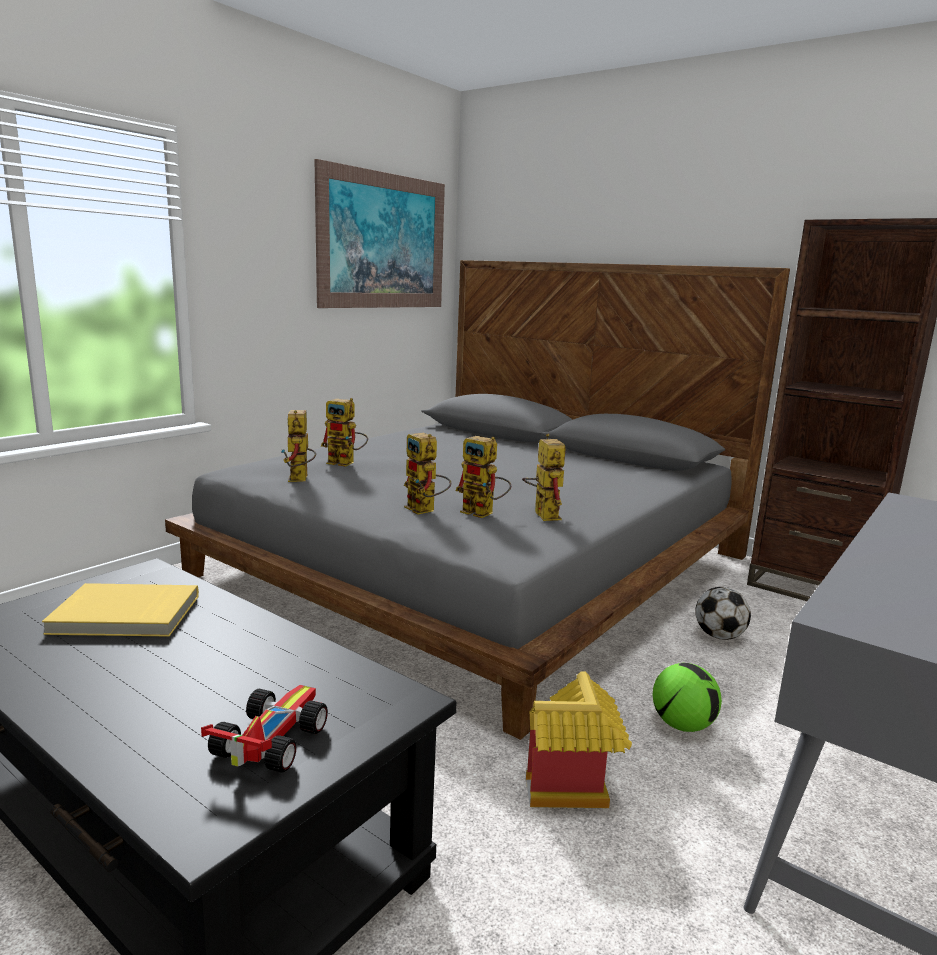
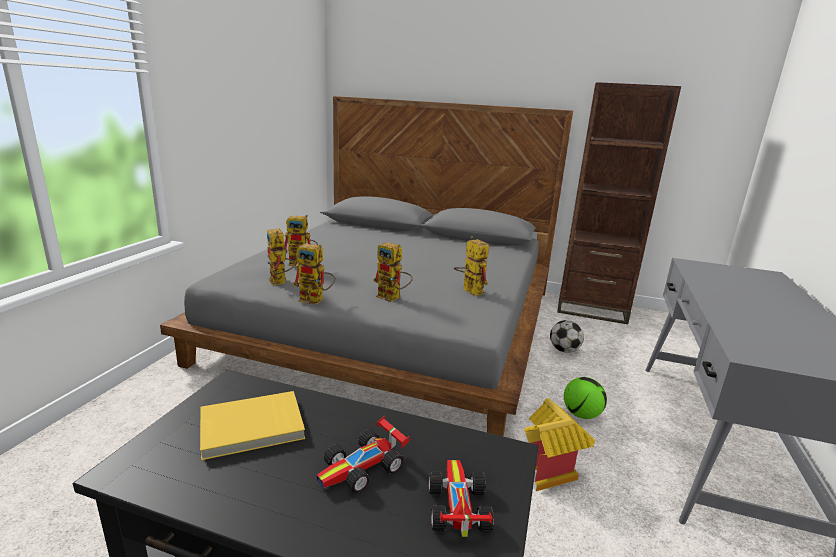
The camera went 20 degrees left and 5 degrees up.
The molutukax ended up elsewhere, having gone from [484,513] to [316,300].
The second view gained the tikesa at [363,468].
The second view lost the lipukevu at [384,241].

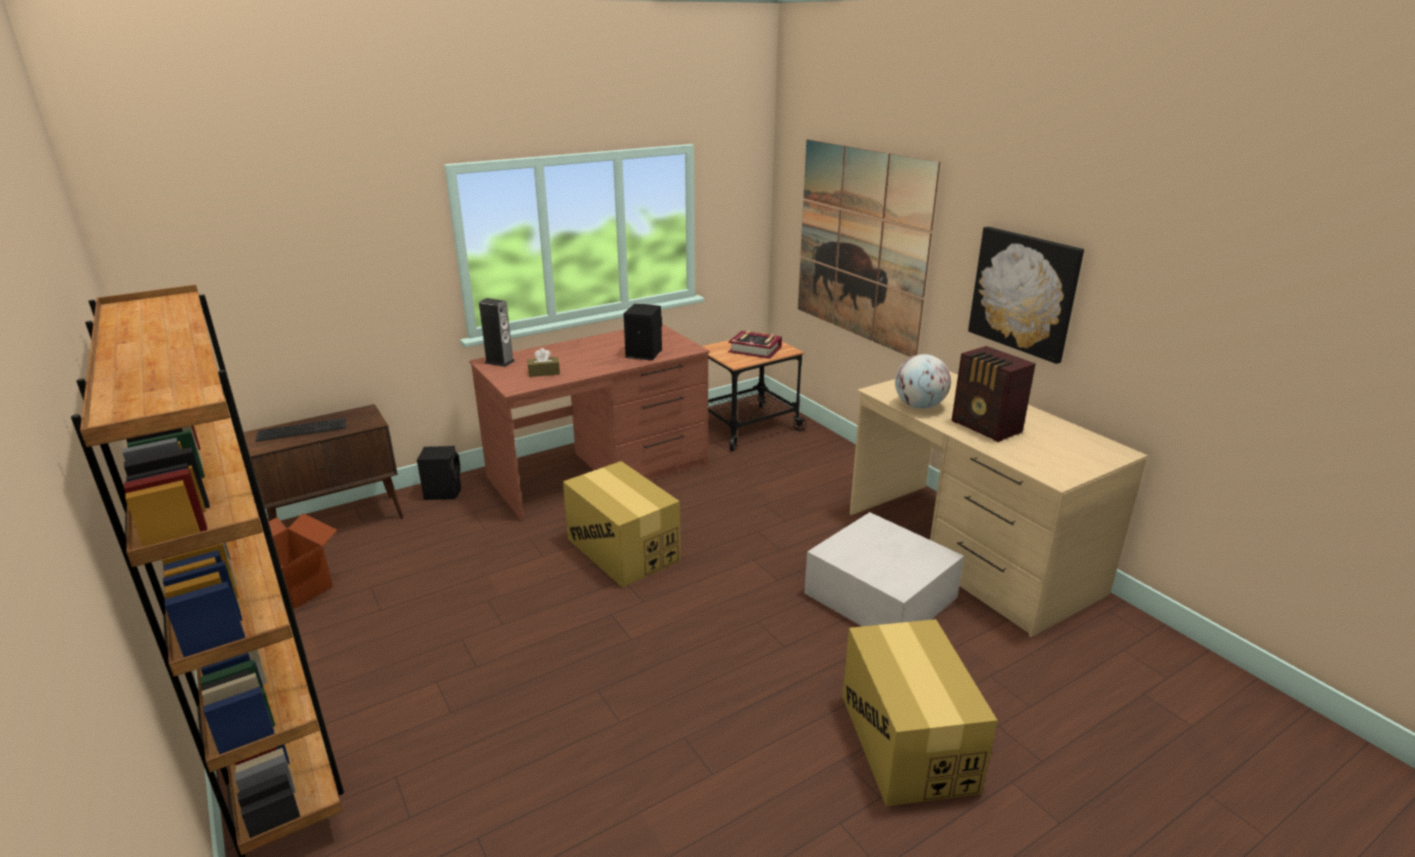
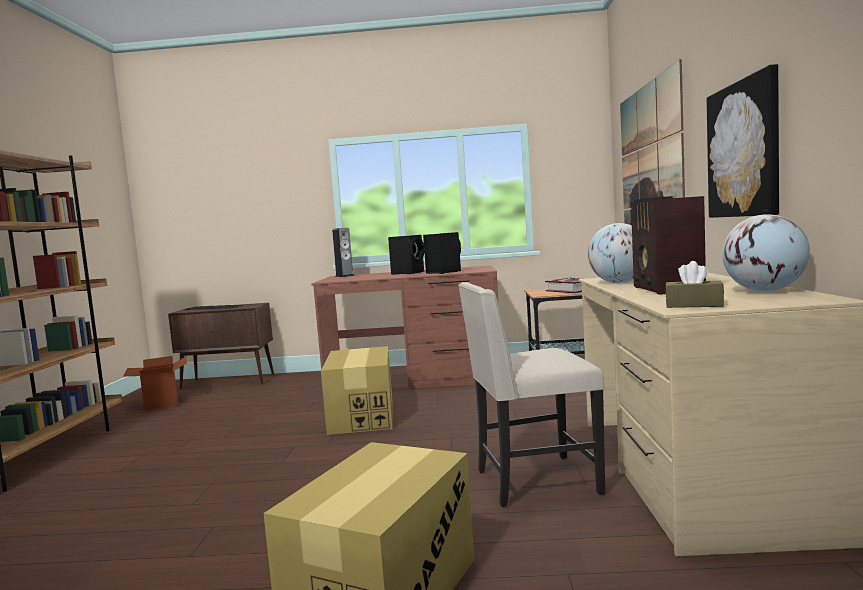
The camera went 35 degrees right and 20 degrees down.
The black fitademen ended up elsewhere, having gone from [443,492] to [408,273].
Where the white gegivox stood at [880,595], the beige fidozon came to stand at [534,482].
The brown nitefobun ended up elsewhere, having gone from [544,372] to [694,305].
The second view gained the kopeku at [765,291].

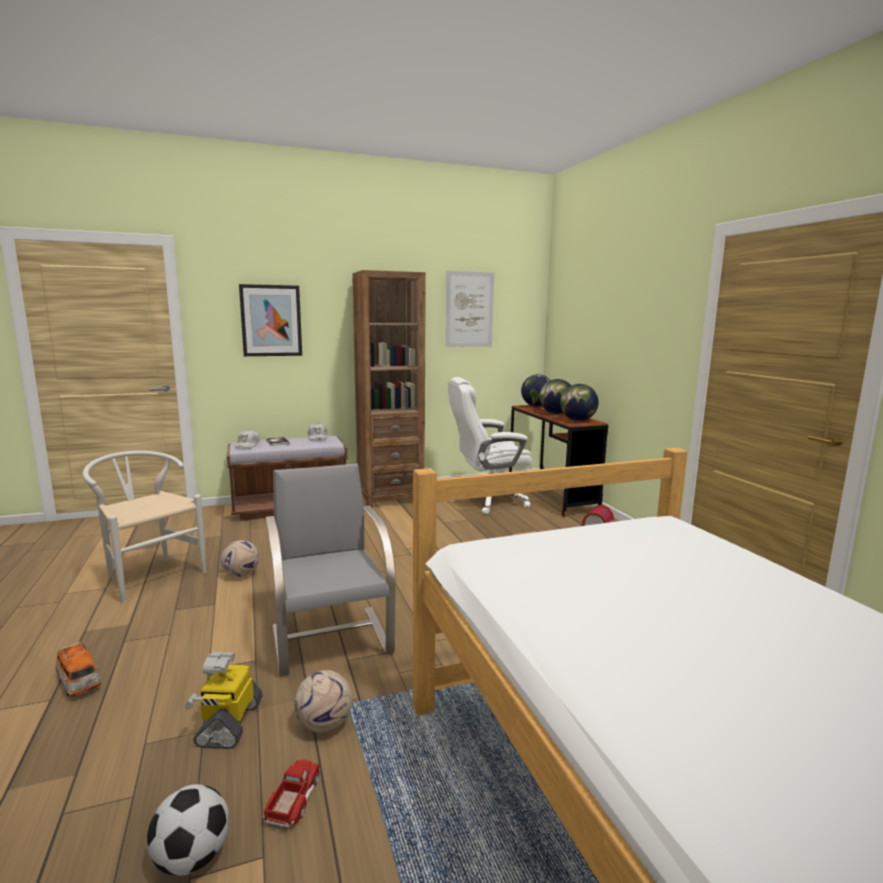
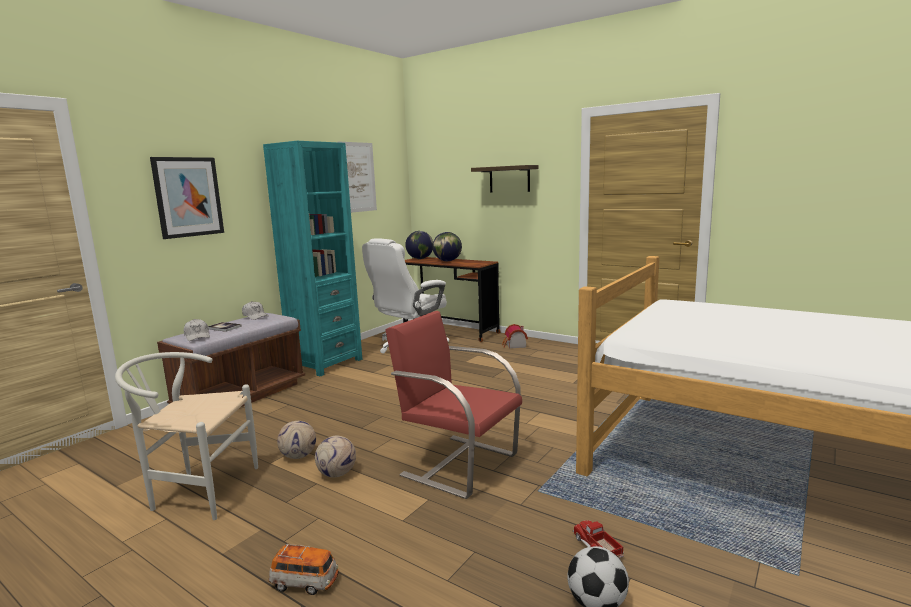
The camera went 35 degrees left and 0 degrees up.
What was the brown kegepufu at [390,497] turned into the turquoise kegepufu at [325,363].
The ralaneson ended up elsewhere, having gone from [325,724] to [337,474].
What was the grey fidozon at [331,638] turned into the red fidozon at [458,464].
The second view gained the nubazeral at [509,179].
The second view lost the molutukax at [229,723].
The second view lost the kopeku at [578,420].

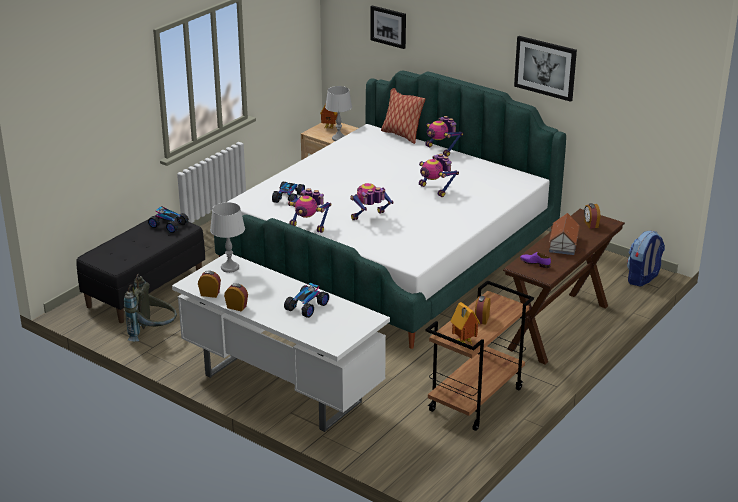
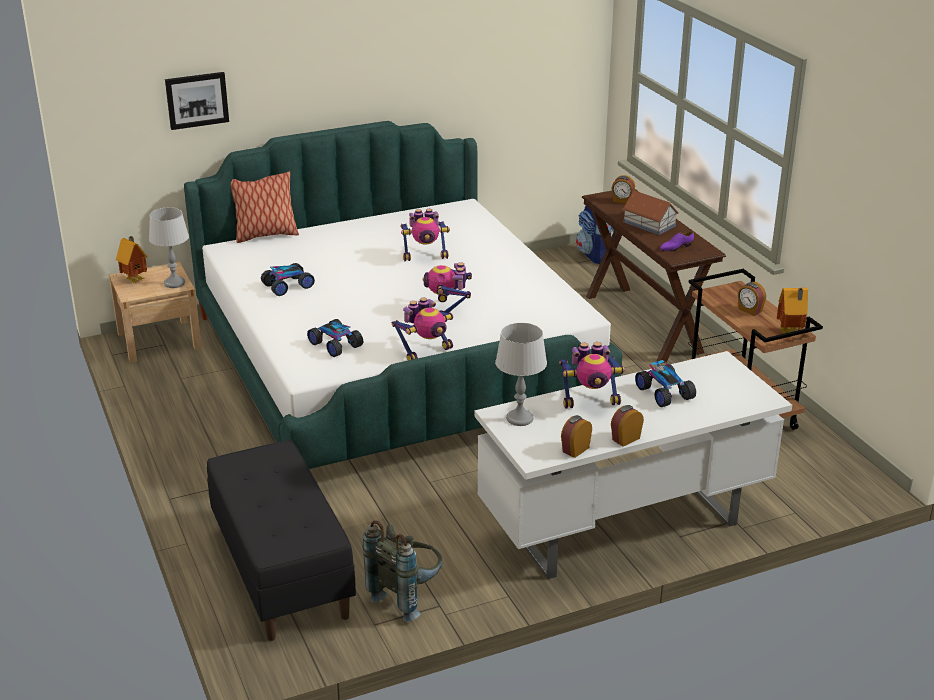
The camera went 60 degrees left and 0 degrees up.
The tikesa ended up elsewhere, having gone from [168,225] to [288,286].
The molutukax ended up elsewhere, having gone from [441,150] to [590,401].
The second view lost the lipukevu at [545,67].

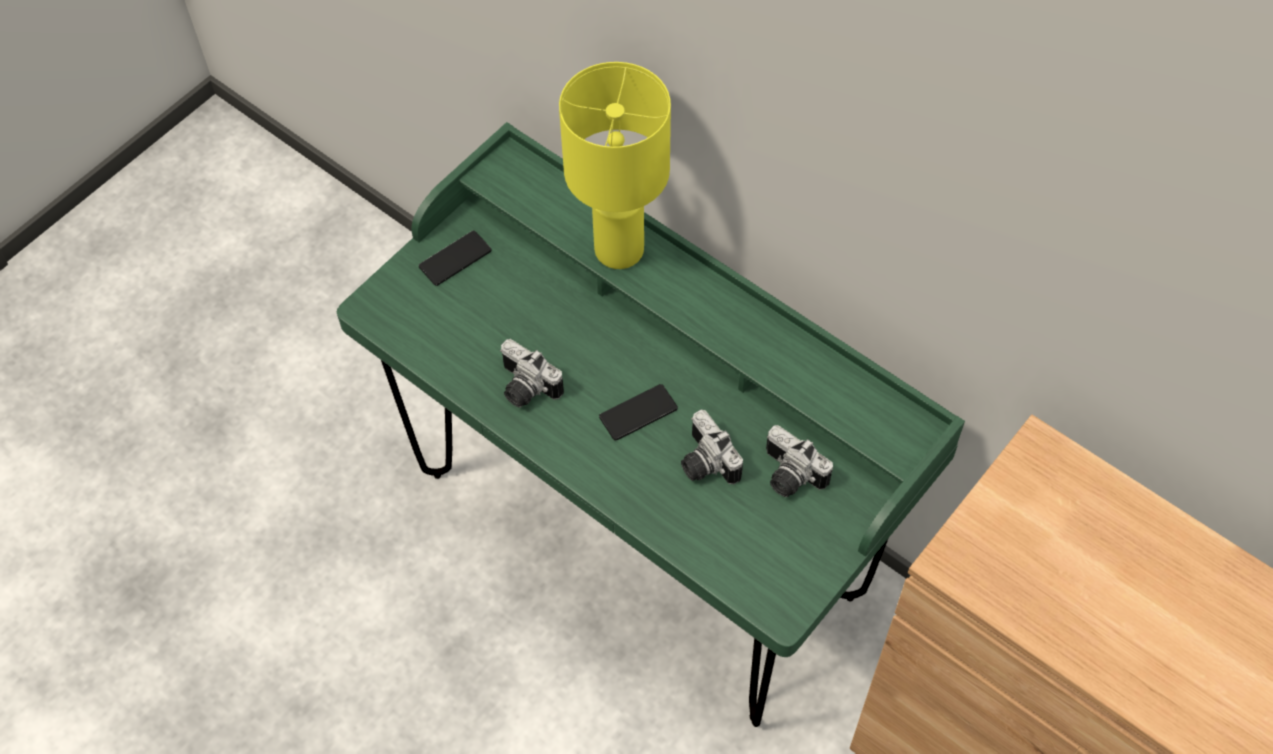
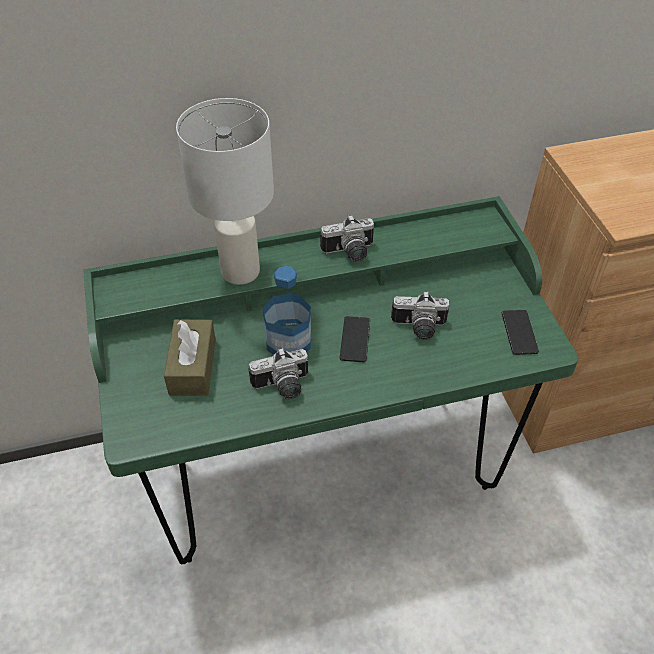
The camera went 55 degrees left and 10 degrees down.
The second view gained the brown nitefobun at [193,367].
What was the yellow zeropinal at [620,250] turned into the white zeropinal at [242,271].
The second view gained the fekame at [288,342].
The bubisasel ended up elsewhere, having gone from [788,476] to [349,253].
The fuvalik ended up elsewhere, having gone from [455,259] to [519,332].

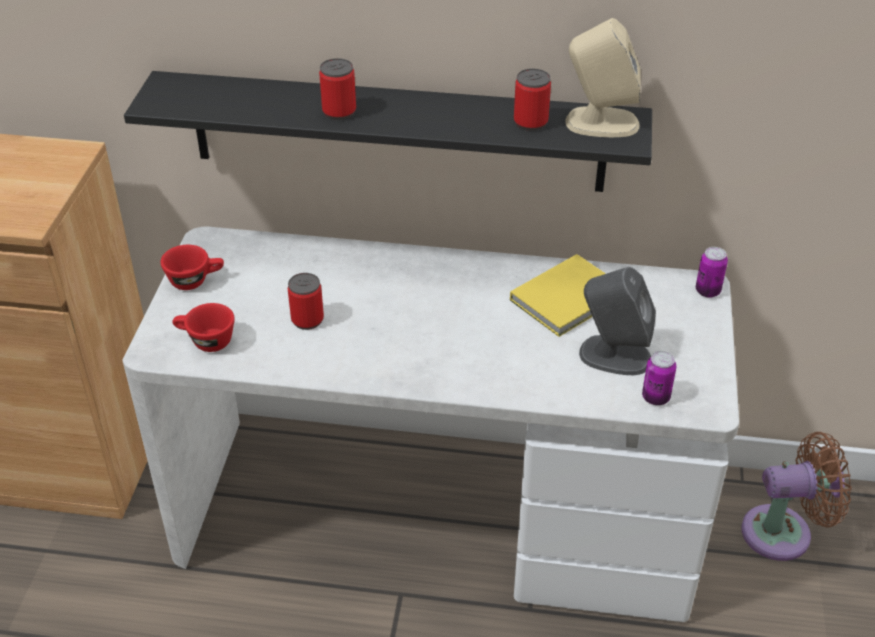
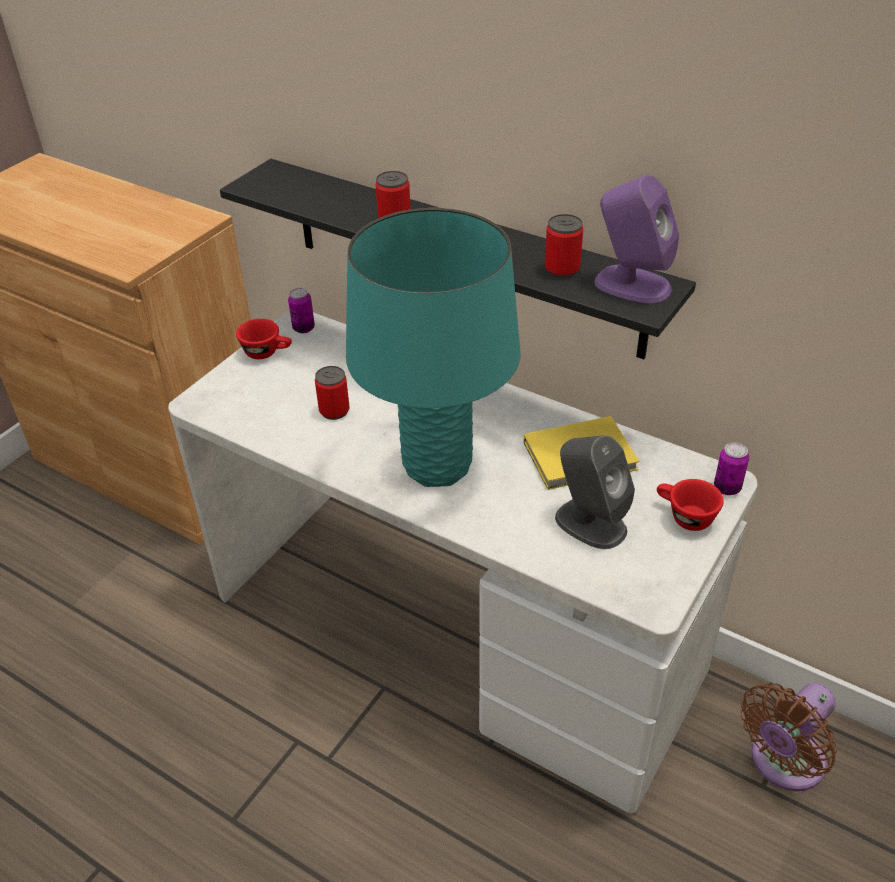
The camera went 25 degrees right and 0 degrees up.
The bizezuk ended up elsewhere, having gone from [655,397] to [303,328].
The second view gained the turquoise zeropinal at [437,466].
What was the beige fitademen at [601,123] turned into the purple fitademen at [631,284].
The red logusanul ended up elsewhere, having gone from [205,341] to [684,516].
The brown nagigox at [784,532] ended up facing another way, 120 degrees clockwise from before.

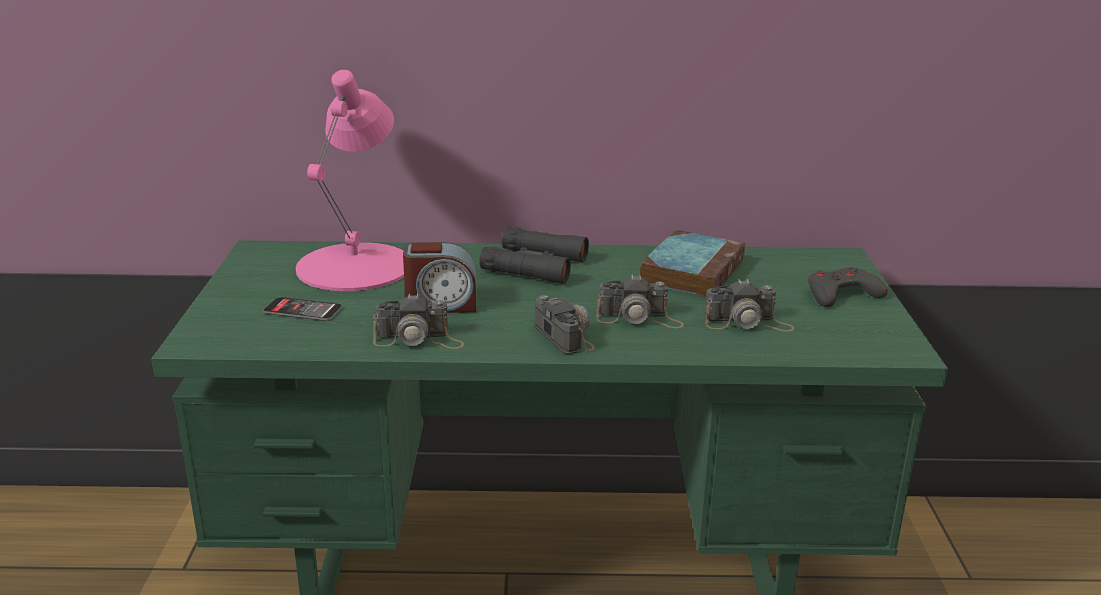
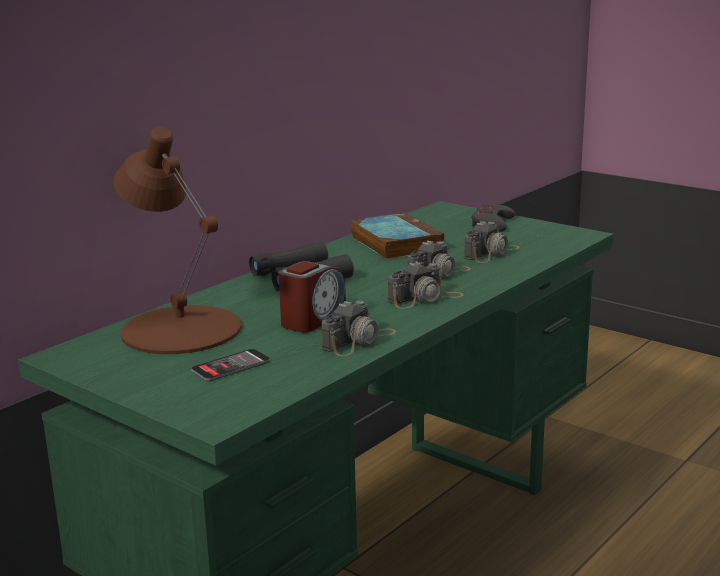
The camera went 50 degrees left and 5 degrees down.
What was the pink zeropinal at [356,266] turned into the brown zeropinal at [181,329].
The bubisasel at [564,333] ended up facing another way, 135 degrees clockwise from before.

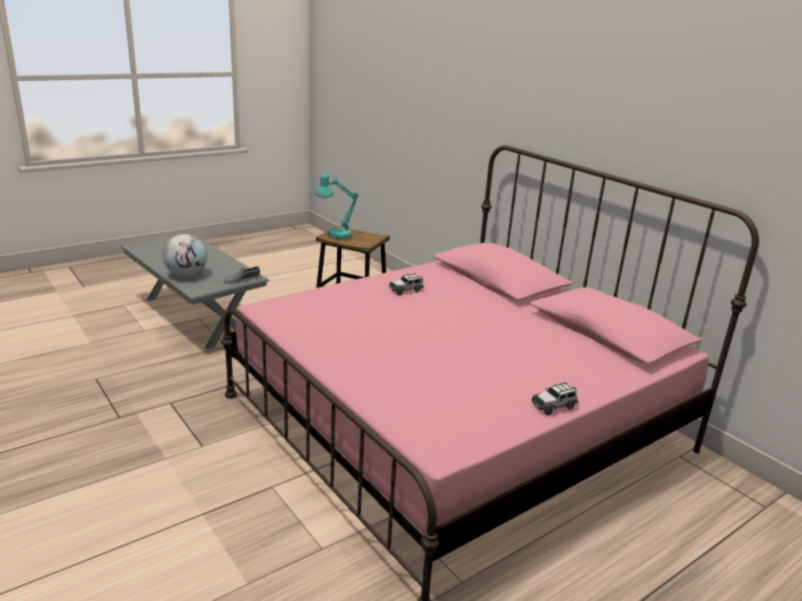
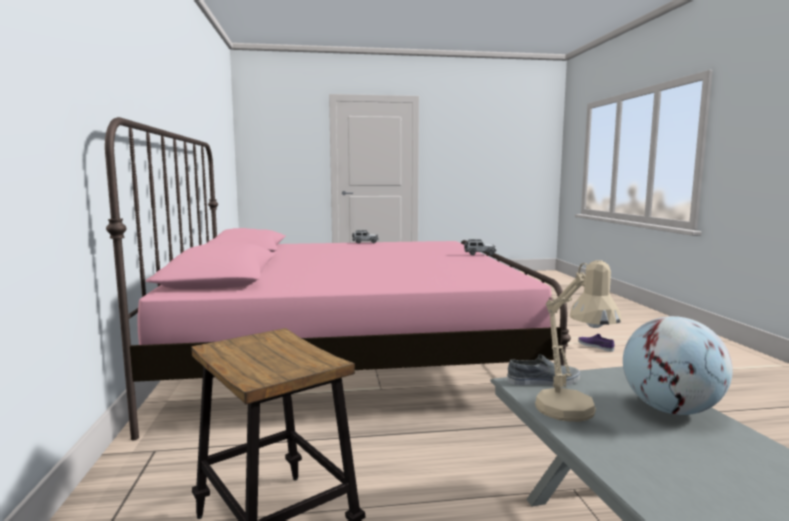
The camera went 150 degrees left and 15 degrees down.
The tikesa ended up elsewhere, having gone from [406,290] to [480,254].
The second view gained the beige zeropinal at [571,414].
The second view gained the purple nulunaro at [596,346].
The second view lost the turquoise zeropinal at [335,235].

